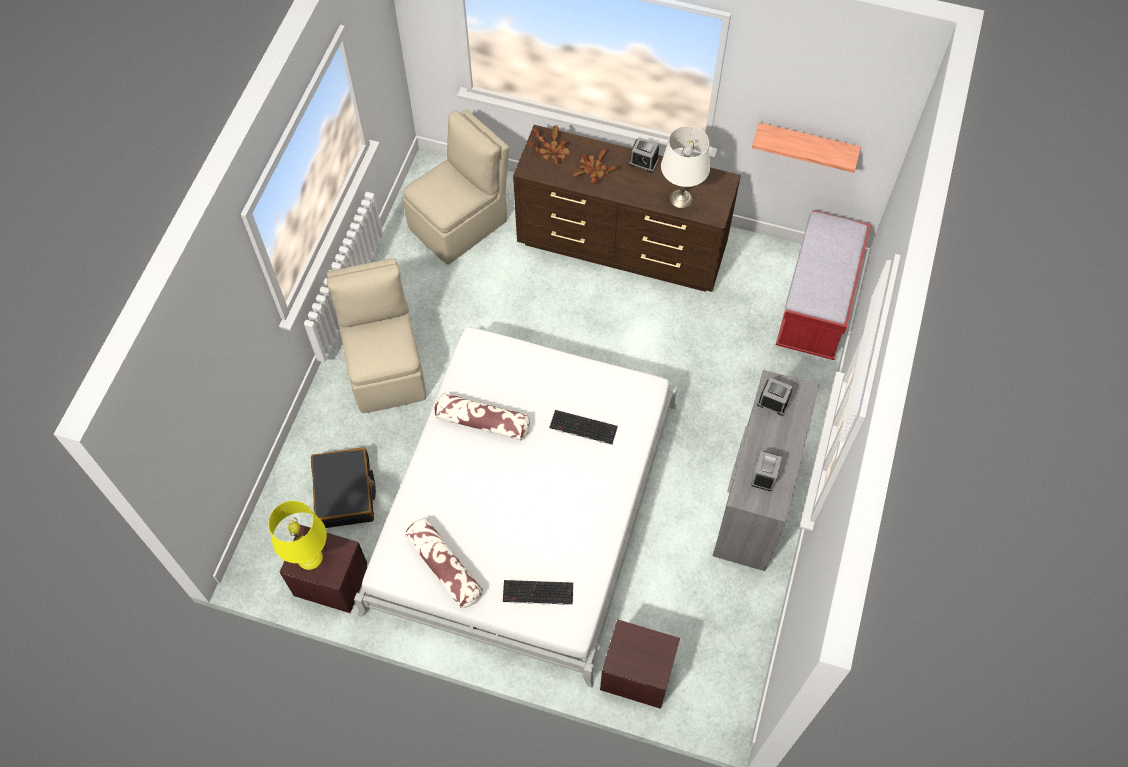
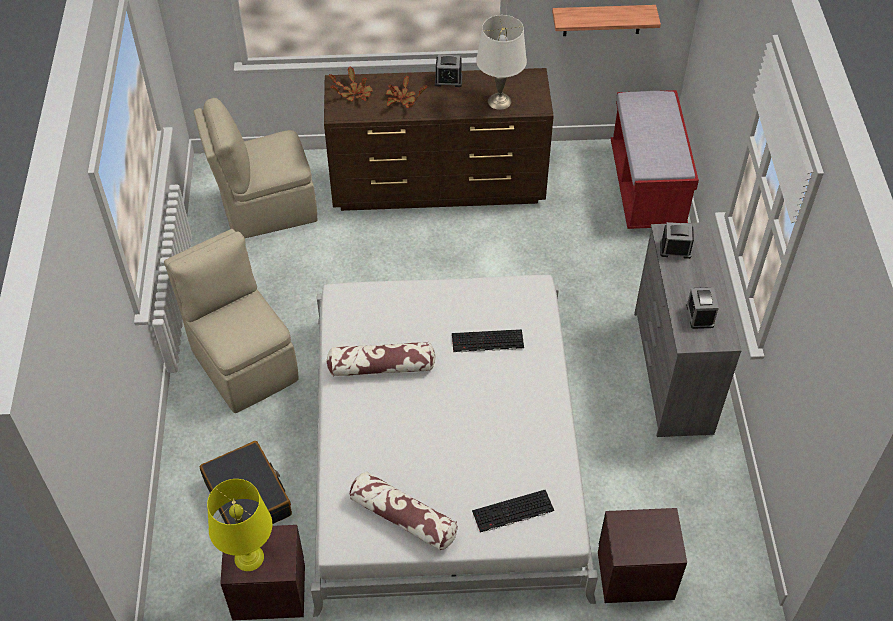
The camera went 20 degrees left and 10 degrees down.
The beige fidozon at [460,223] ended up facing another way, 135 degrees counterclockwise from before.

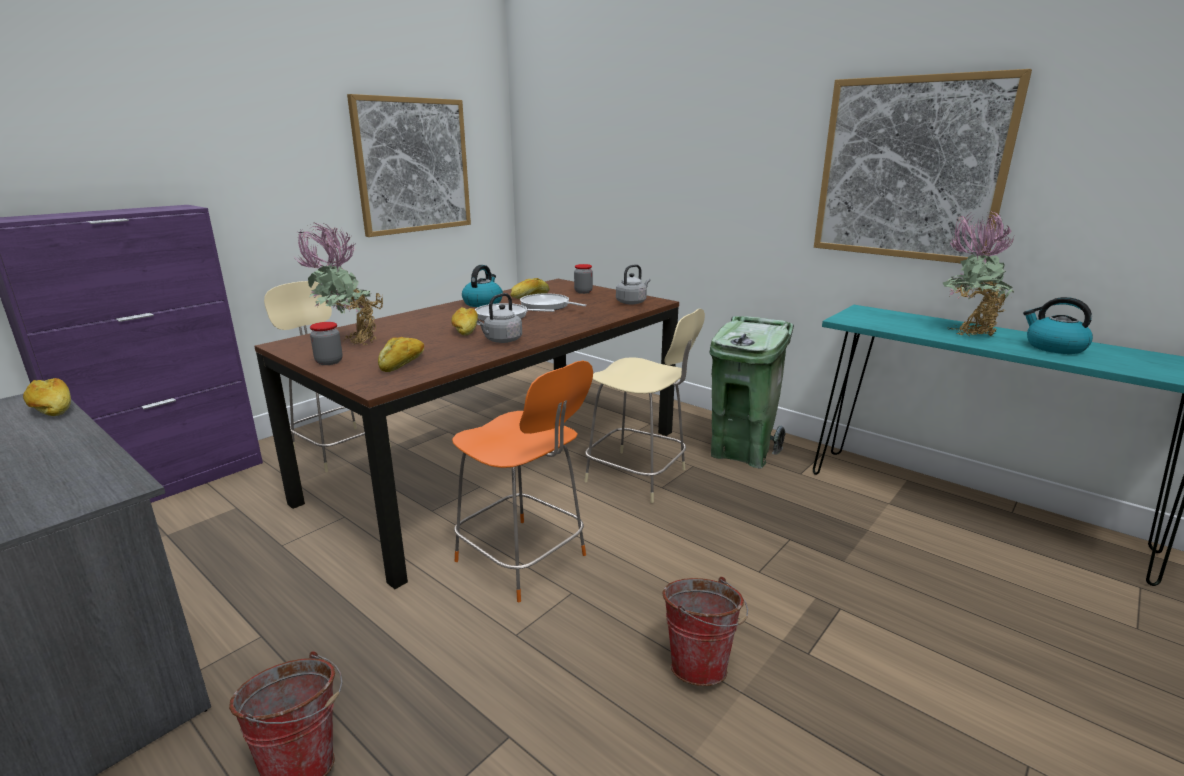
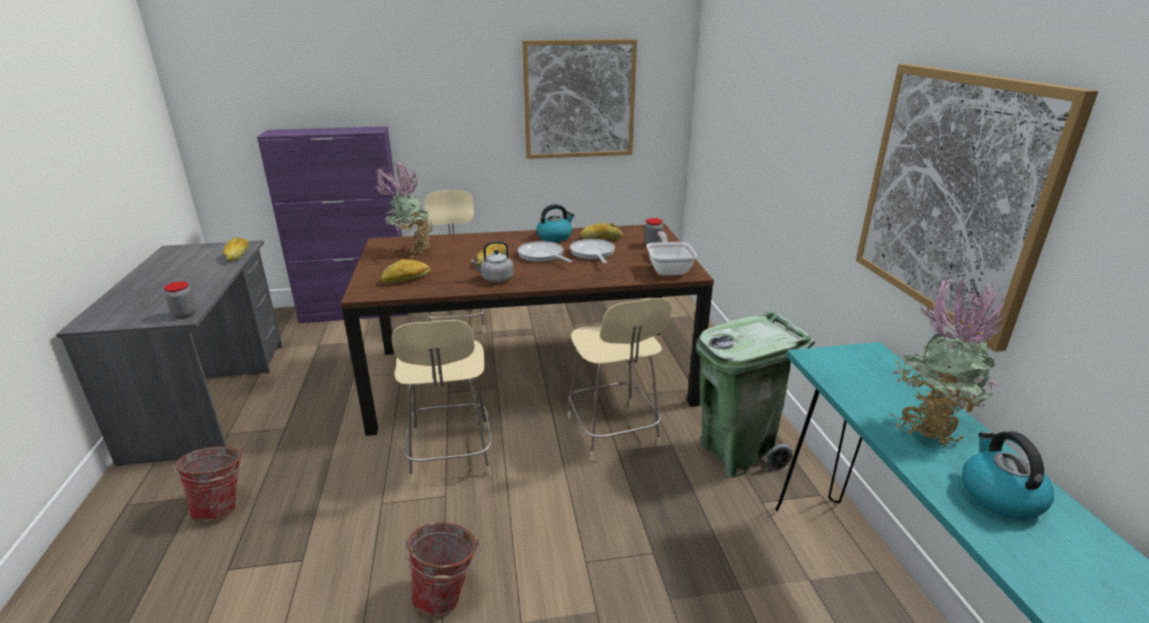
The camera went 40 degrees right and 5 degrees up.
The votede ended up elsewhere, having gone from [329,362] to [185,314].
What was the orange fidozon at [524,560] turned into the beige fidozon at [450,456].
Where the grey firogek stood at [632,302], the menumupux came to stand at [668,269].

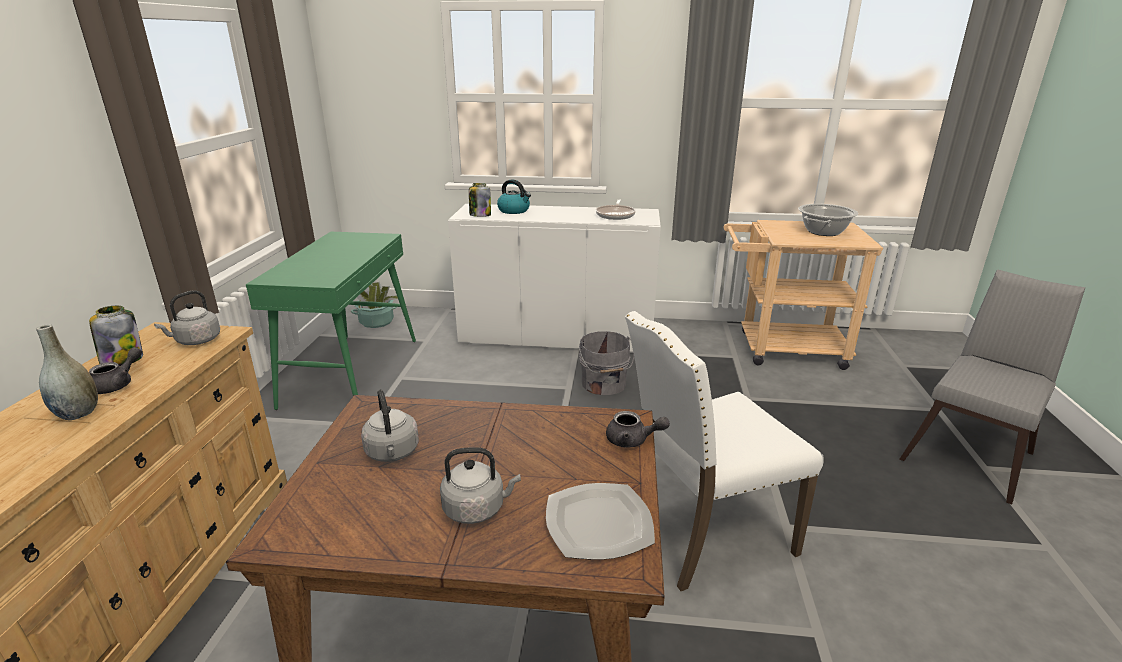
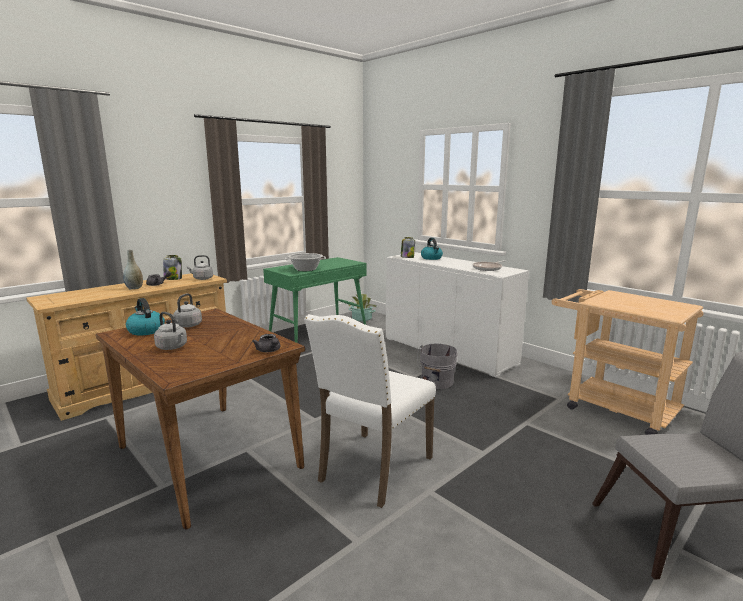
The camera went 40 degrees right and 10 degrees down.
The second view gained the firogek at [146,330].
The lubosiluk ended up elsewhere, having gone from [823,232] to [305,269].
The white fidozon at [704,535] ended up facing another way, 75 degrees counterclockwise from before.
The second view lost the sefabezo at [599,522].

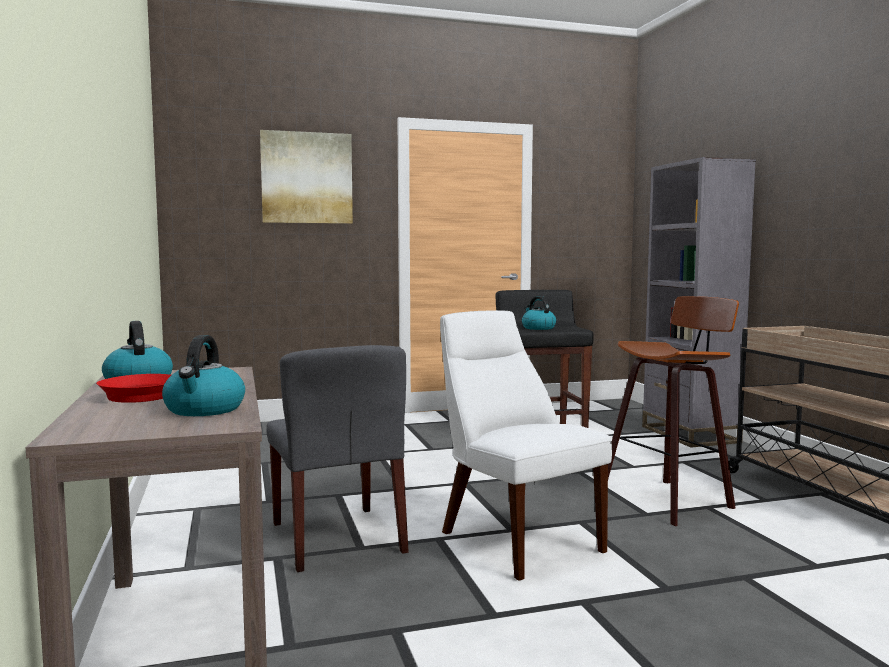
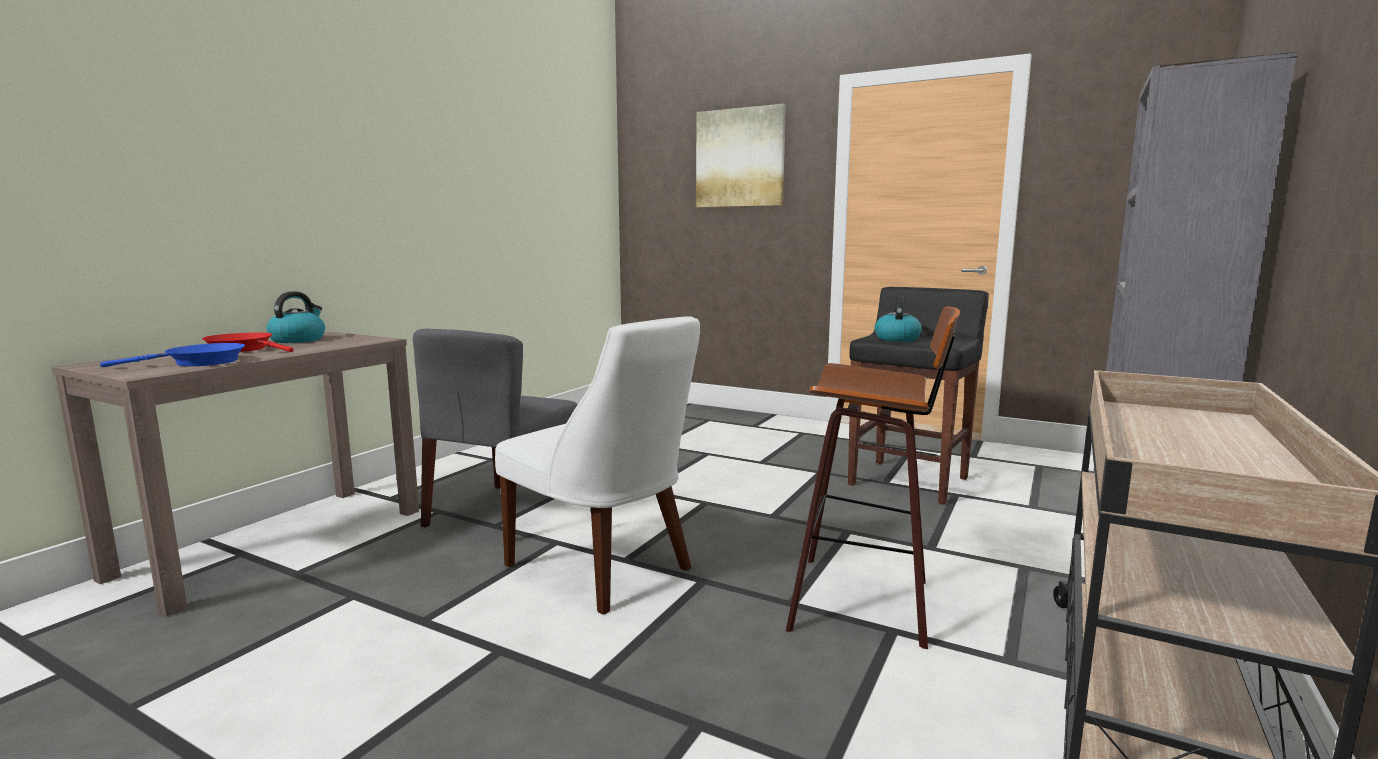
The camera went 45 degrees right and 5 degrees up.
Where the firogek stood at [204,410], the blue menumupux came to stand at [199,362].
The white fidozon at [515,539] ended up facing another way, 120 degrees clockwise from before.

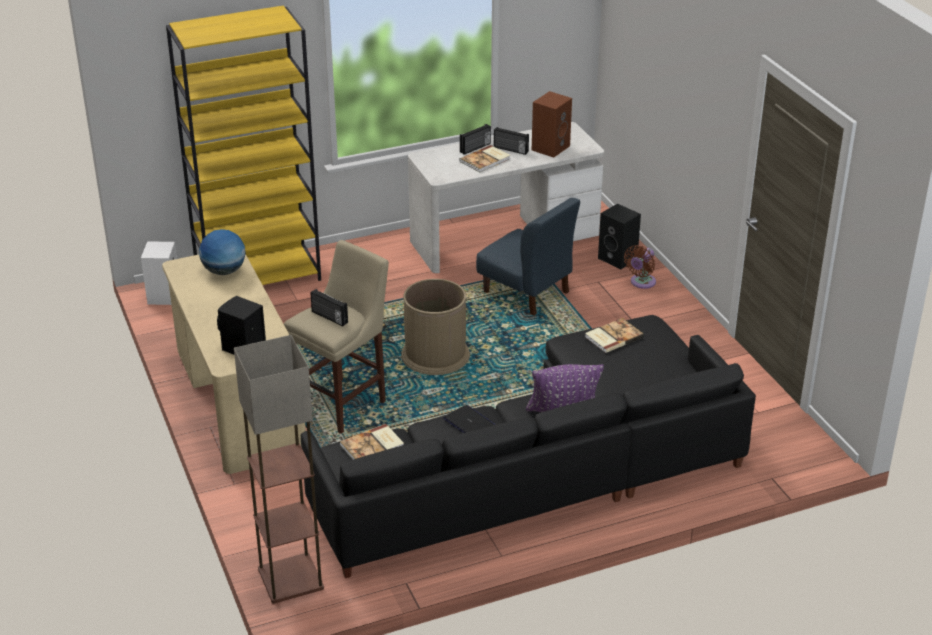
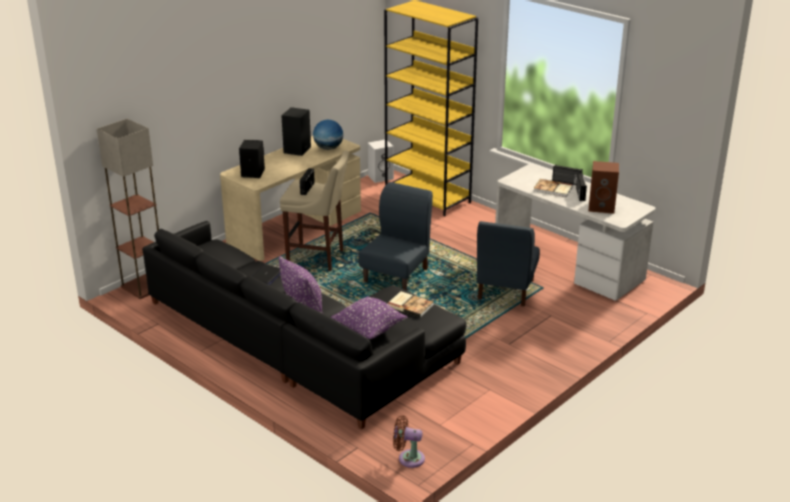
The camera went 65 degrees right and 5 degrees down.
The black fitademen ended up elsewhere, having gone from [618,258] to [297,150].
The second view gained the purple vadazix at [369,330].
Where the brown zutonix stood at [435,355], the blue fidozon came to stand at [396,275].
The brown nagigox ended up elsewhere, having gone from [641,283] to [408,458].
The second view lost the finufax at [373,446].

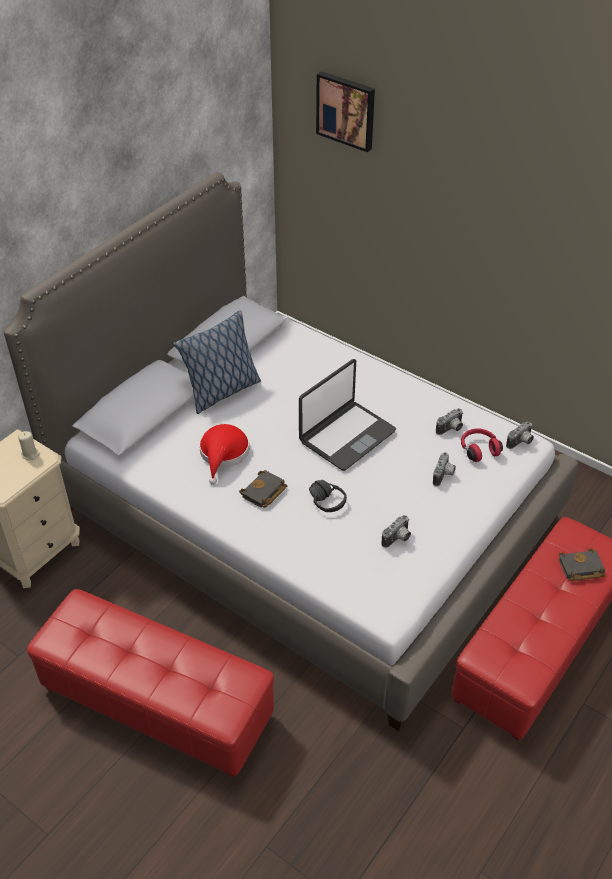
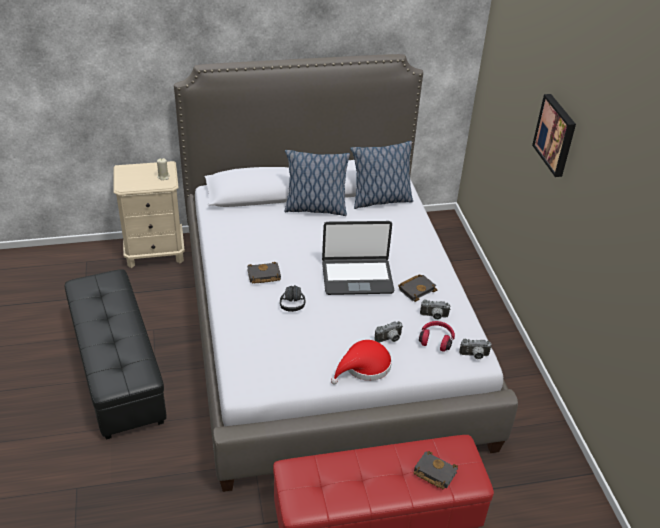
The camera went 40 degrees right and 5 degrees down.
What was the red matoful at [155,703] turned into the black matoful at [116,370].
The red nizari ended up elsewhere, having gone from [223,454] to [364,367].
The second view gained the vadazix at [380,200].
The second view gained the black finufax at [417,289].
The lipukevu ended up elsewhere, having gone from [346,110] to [556,135].
The second view lost the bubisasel at [398,539].

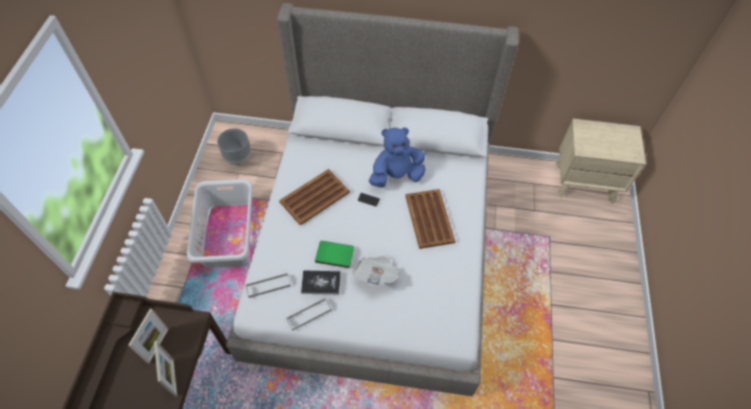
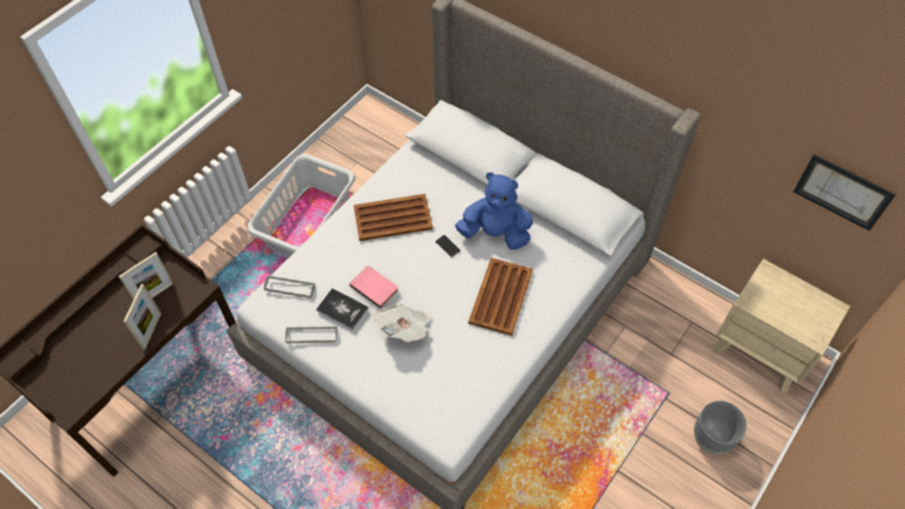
The camera went 30 degrees right and 0 degrees up.
What was the green finufax at [335,254] turned into the pink finufax at [375,286].
The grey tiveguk ended up elsewhere, having gone from [238,158] to [711,438].
The second view gained the lipukevu at [842,191].

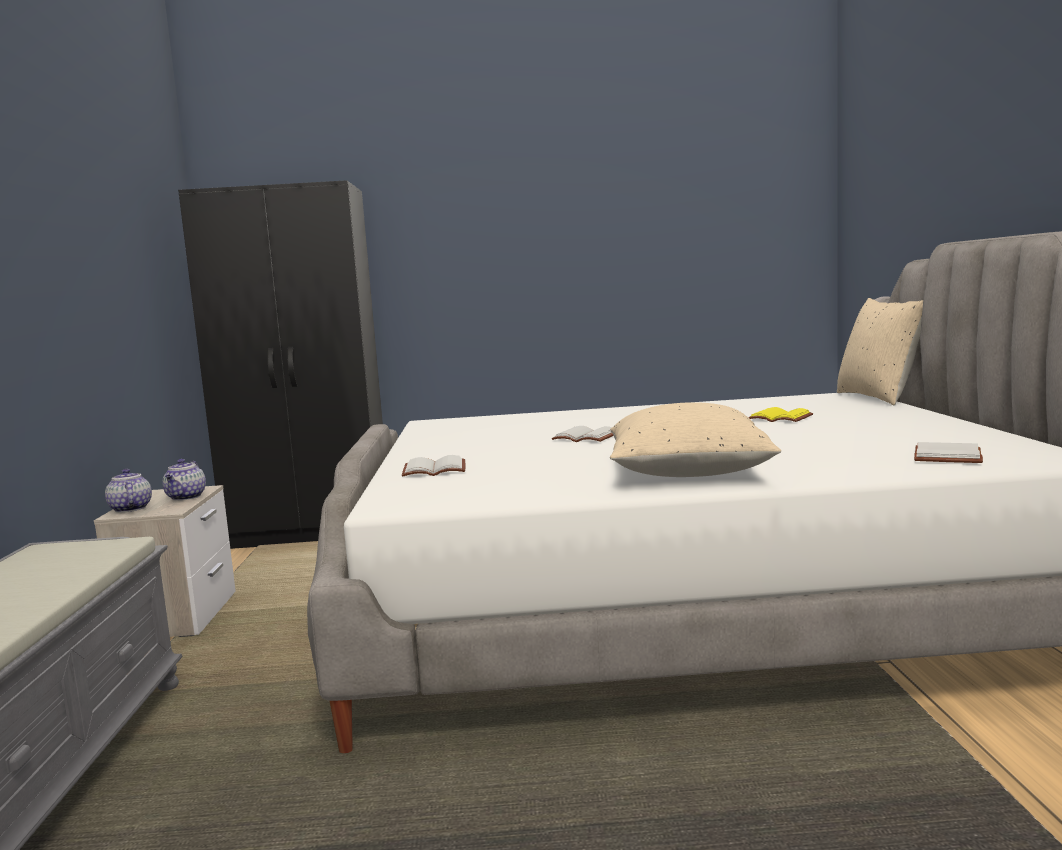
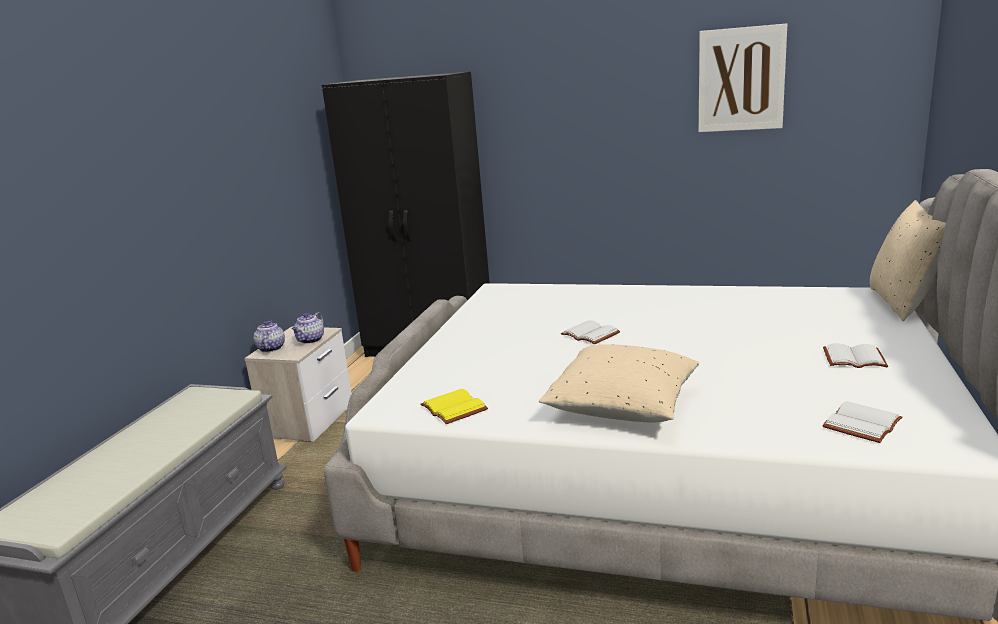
The camera went 20 degrees right and 10 degrees up.
The yellow finufax ended up elsewhere, having gone from [778,418] to [452,408].
The second view gained the lipukevu at [741,79].
The white finufax ended up elsewhere, having gone from [435,469] to [854,358].

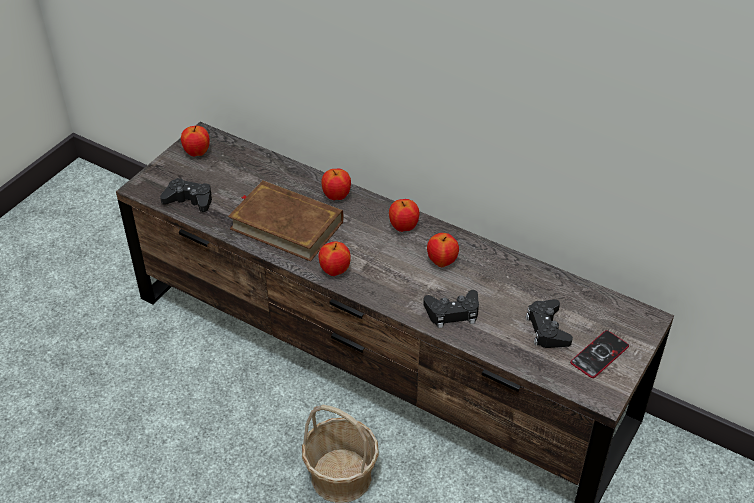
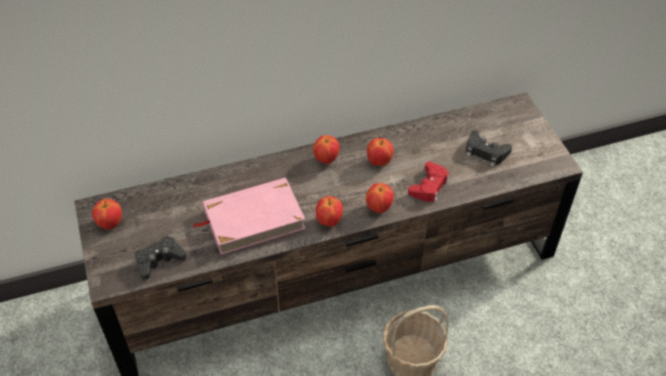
The camera went 50 degrees left and 5 degrees up.
What was the brown finufax at [286,225] turned into the pink finufax at [253,219].
The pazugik ended up elsewhere, having gone from [336,196] to [379,208].
What was the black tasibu at [452,313] turned into the red tasibu at [429,186].
The second view lost the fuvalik at [599,355].

